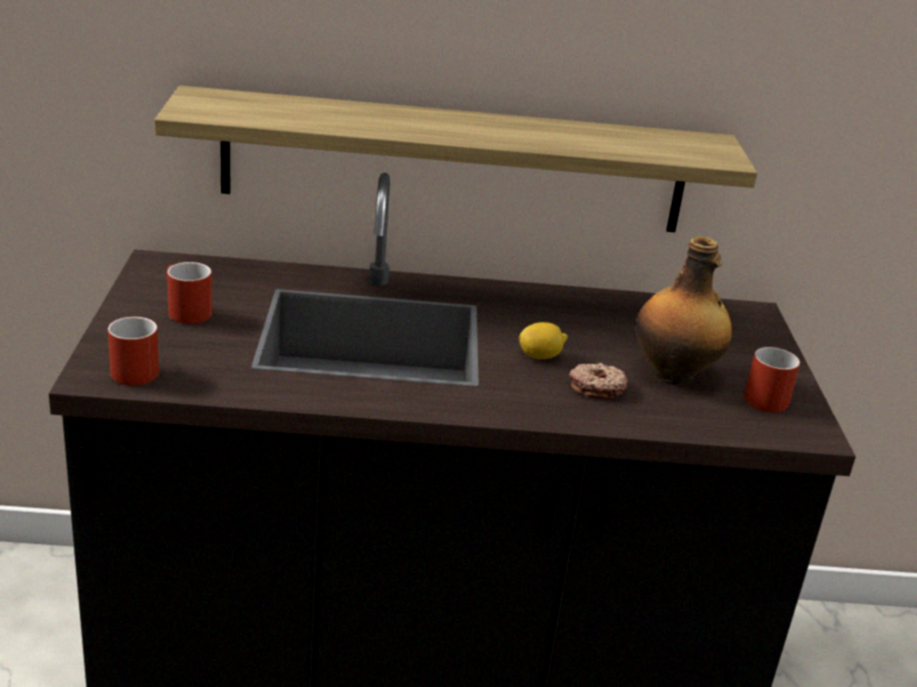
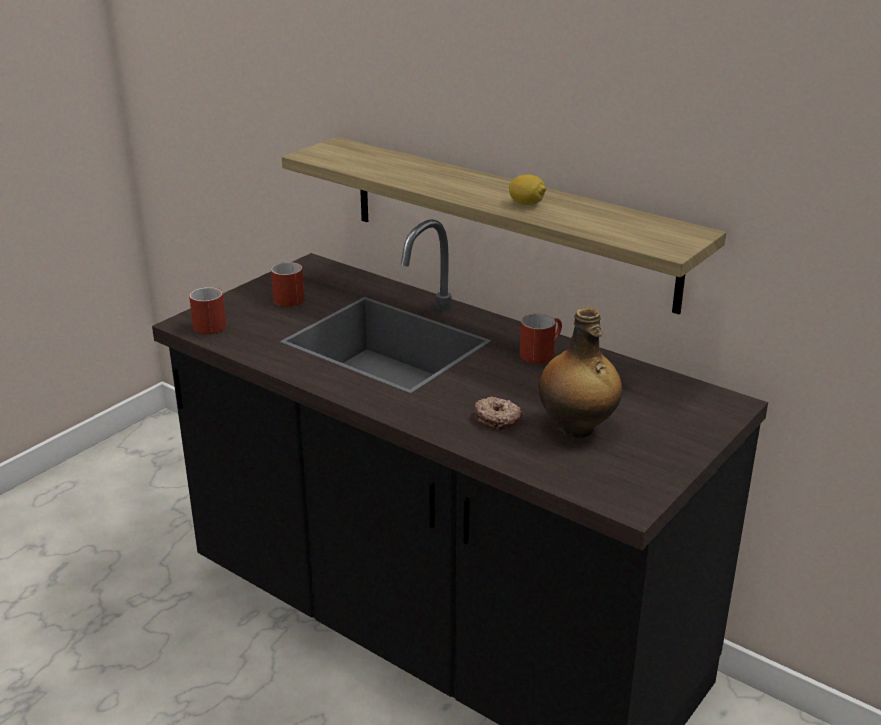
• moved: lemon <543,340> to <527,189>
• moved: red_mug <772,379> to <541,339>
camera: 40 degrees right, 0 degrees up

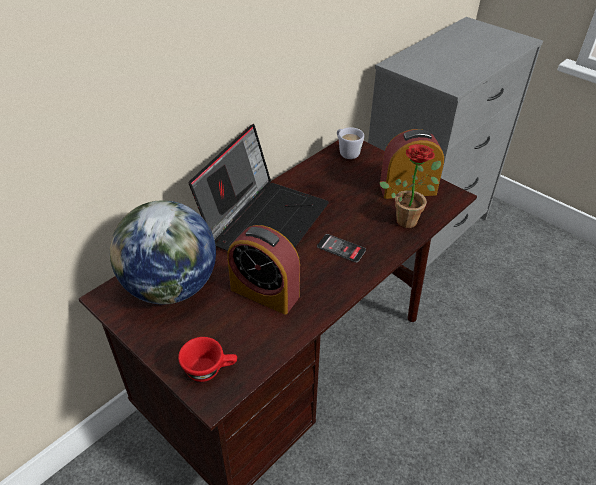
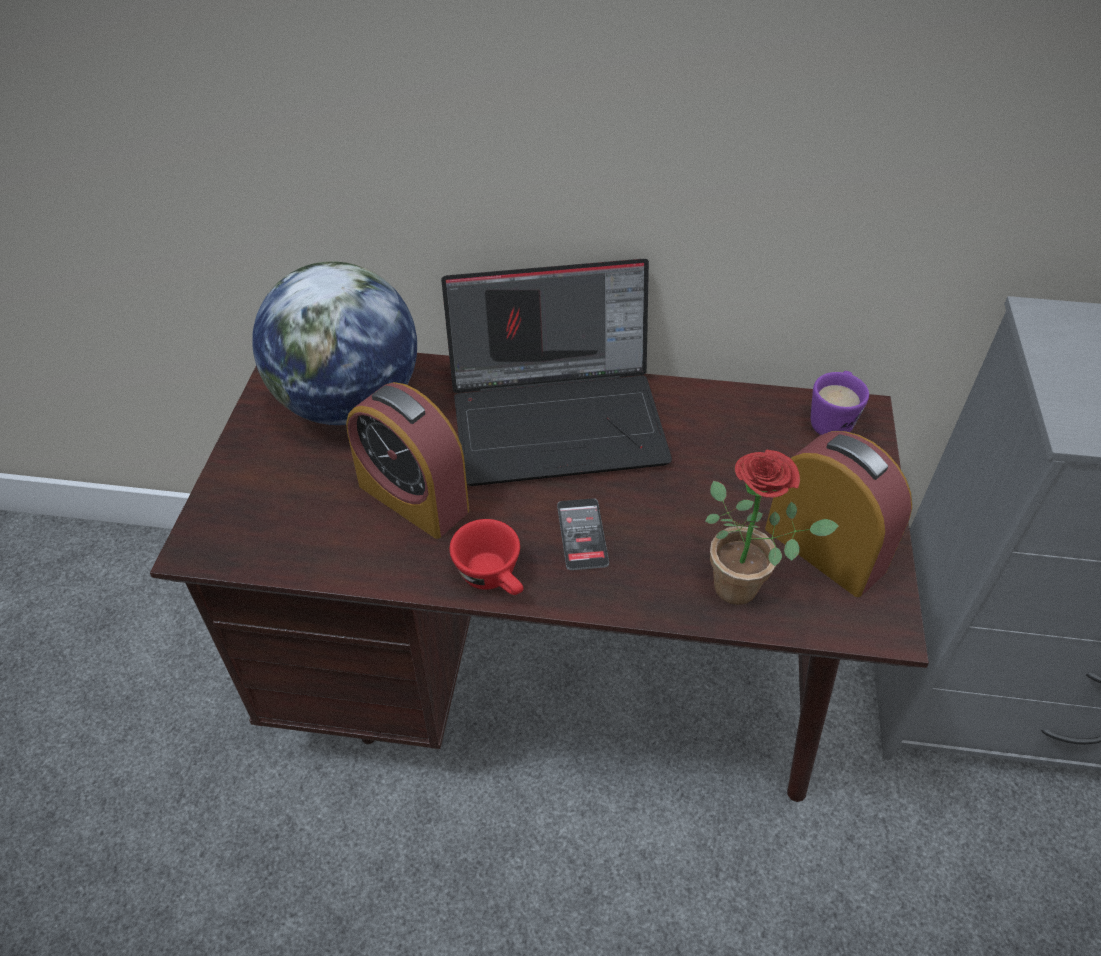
• turned: alarm_clock <263,270> = <407,460> 45 degrees counterclockwise
• moved: red_cup <207,359> to <487,557>
• recoloured: white_mug <350,143> to purple_mug <840,403>
camera: 55 degrees right, 5 degrees up

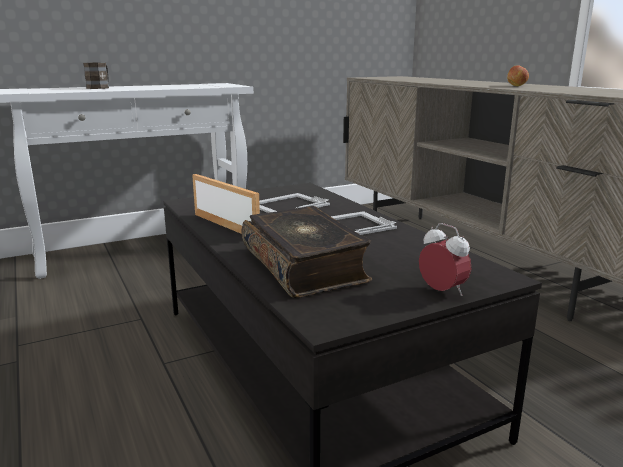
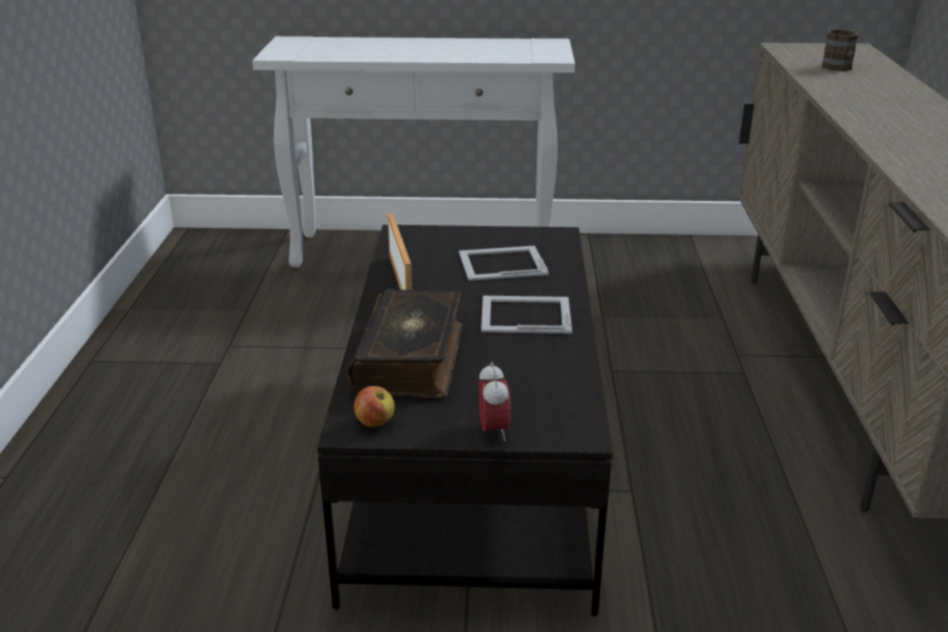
• moved: apple <518,75> to <374,406>
• moved: brown_mug <96,76> to <840,50>
camera: 30 degrees right, 10 degrees up

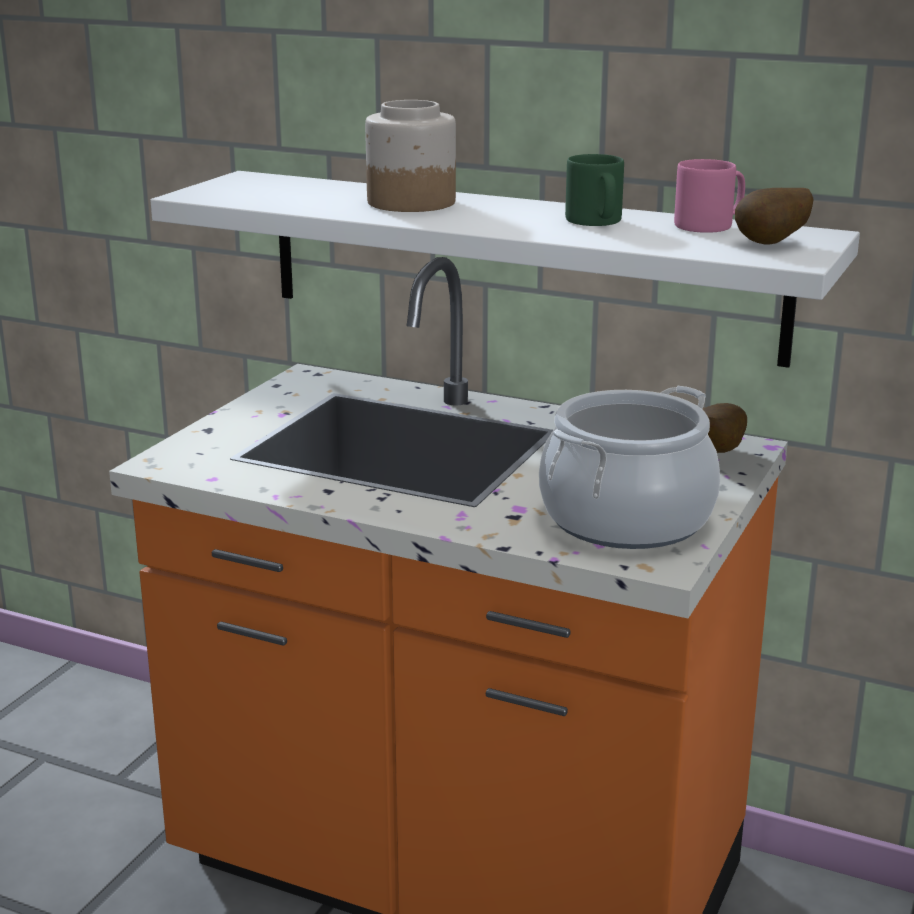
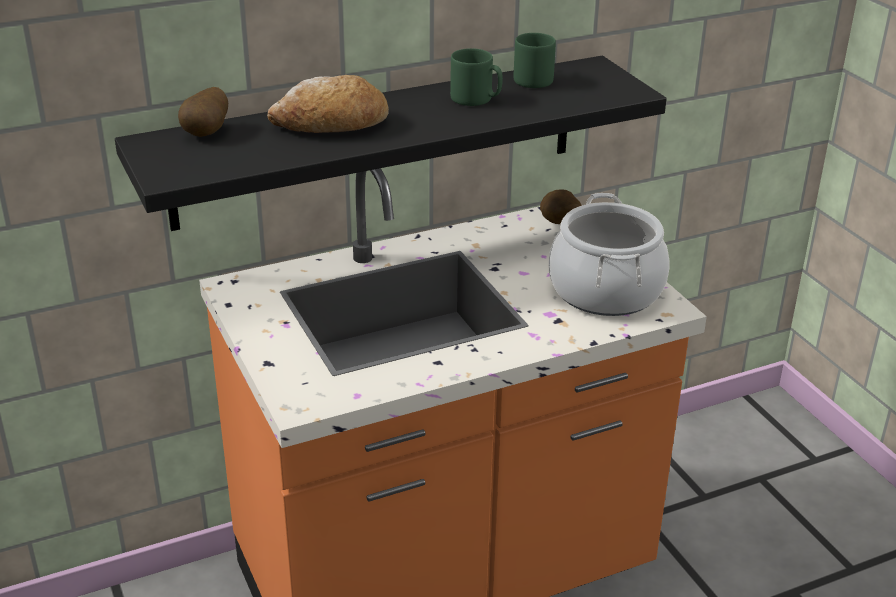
• recoloured: white_shelf <505,269> to black_shelf <391,143>
• moved: potato <774,216> to <203,112>
• replaced: jar <410,156> to bread <328,104>
• recoloured: pink_mug <709,196> to green_mug <535,60>
camera: 50 degrees left, 10 degrees up

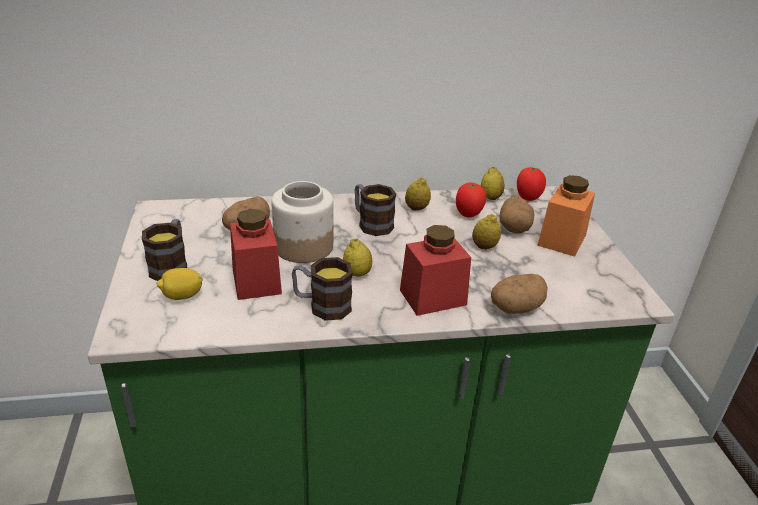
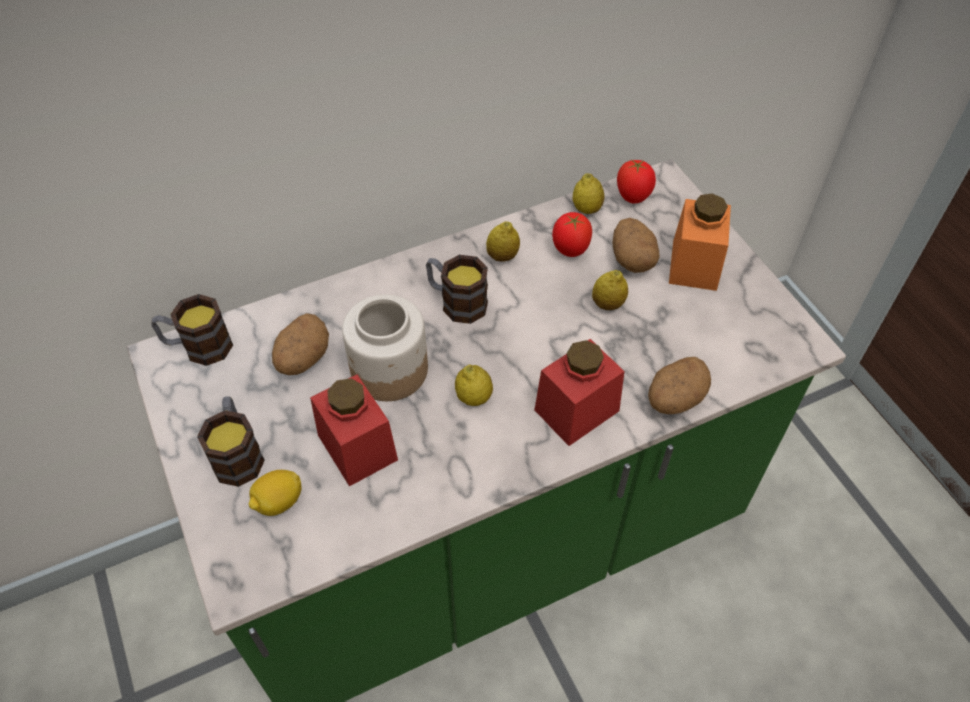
• moved: mug <322,289> to <192,330>
camera: 15 degrees left, 20 degrees up

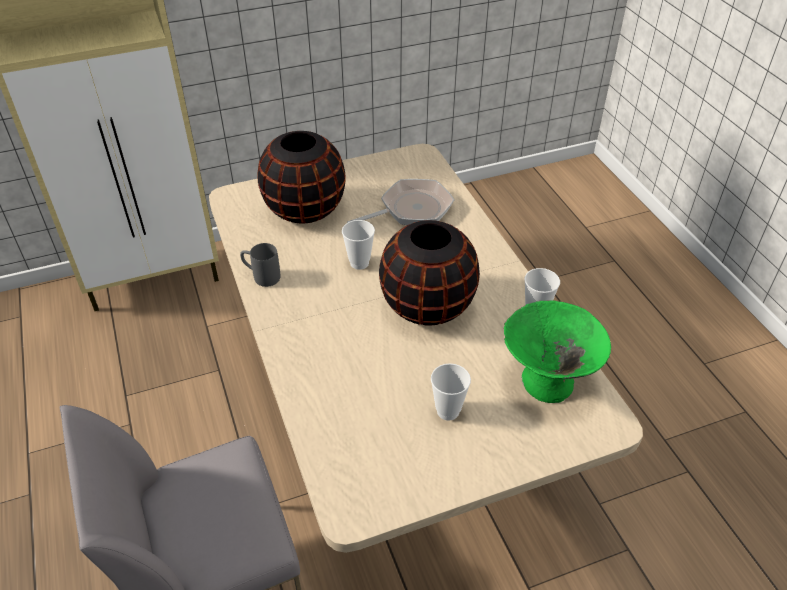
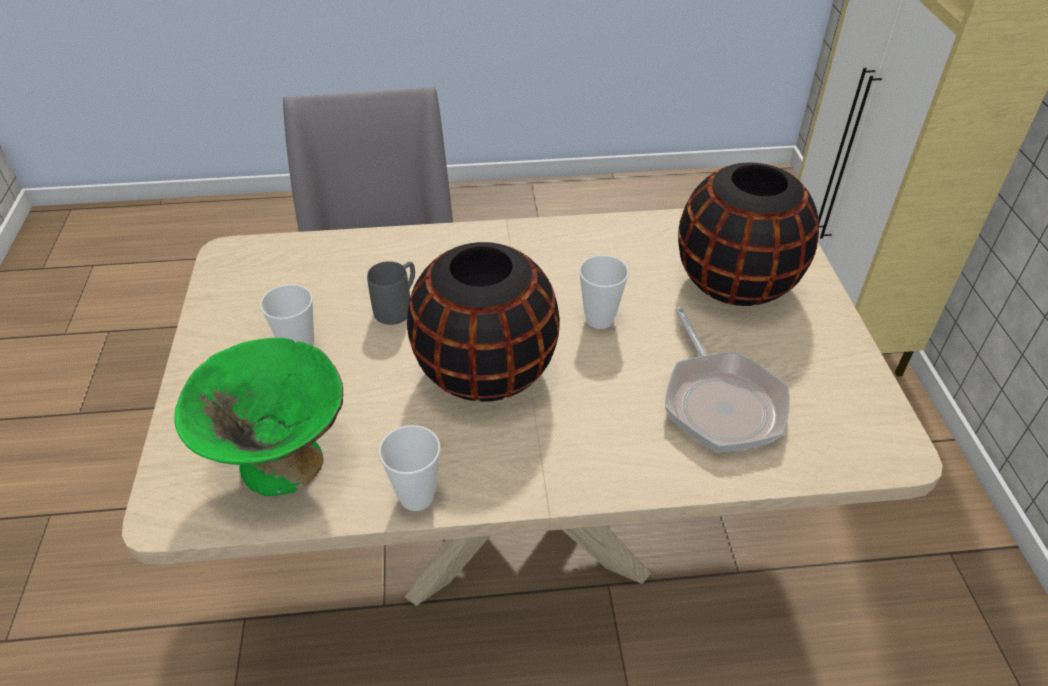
• moved: grey_mug <260,265> to <391,293>
camera: 105 degrees right, 0 degrees up

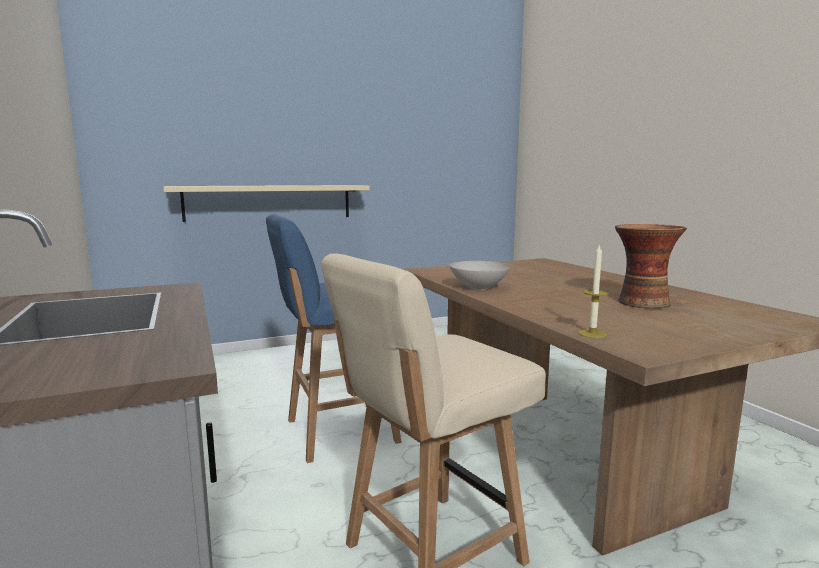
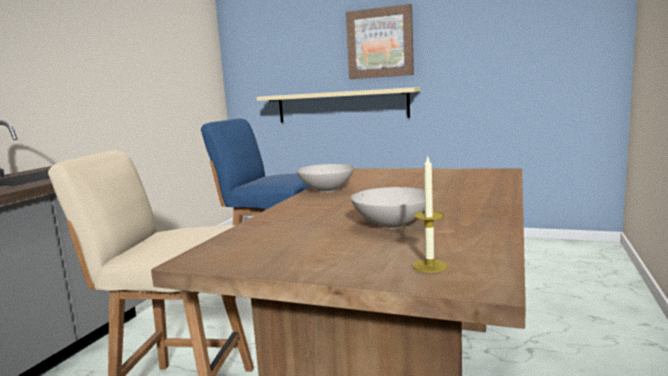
• added: picture <380,41>
• replaced: vase <651,266> to white_bowl <392,208>
• moved: candle <593,291> to <430,214>
camera: 45 degrees right, 0 degrees up

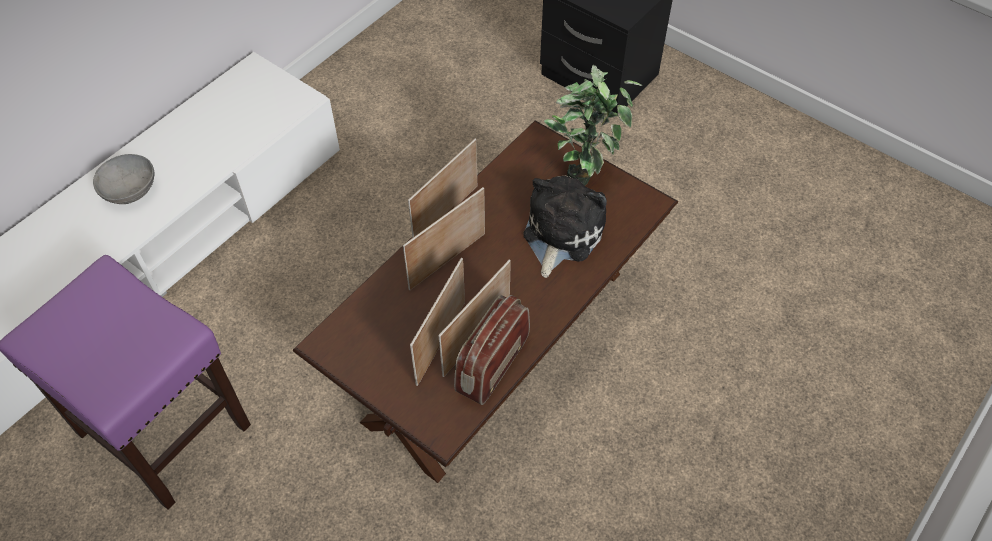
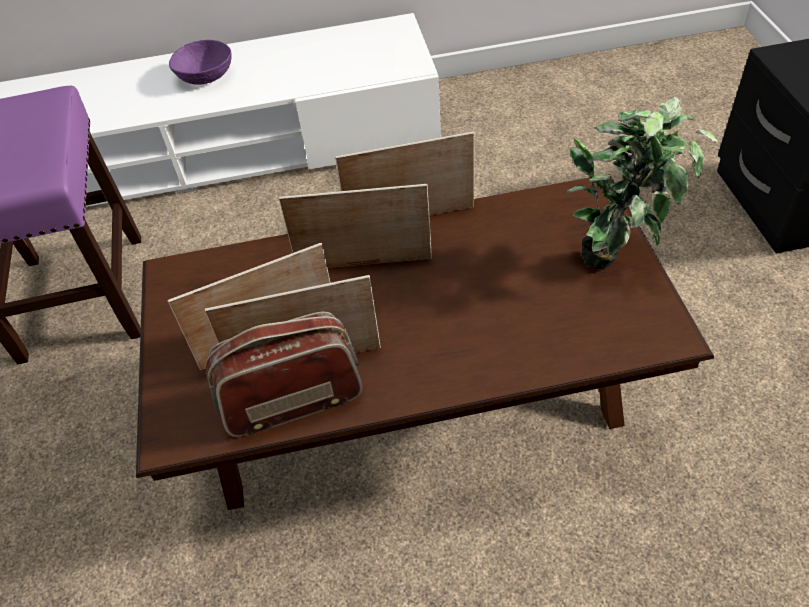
• recoloured: grey_bowl <124,179> to purple_bowl <200,62>
• removed: plush_toy <565,227>
camera: 45 degrees right, 5 degrees down

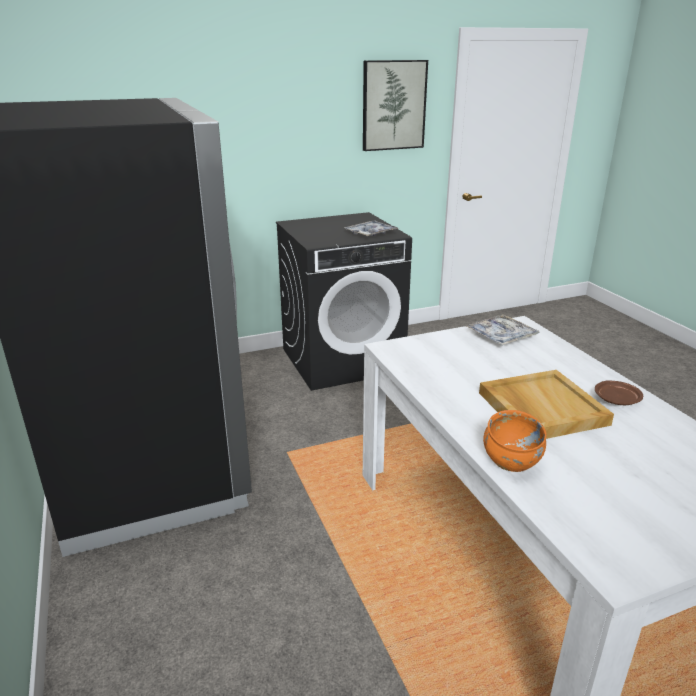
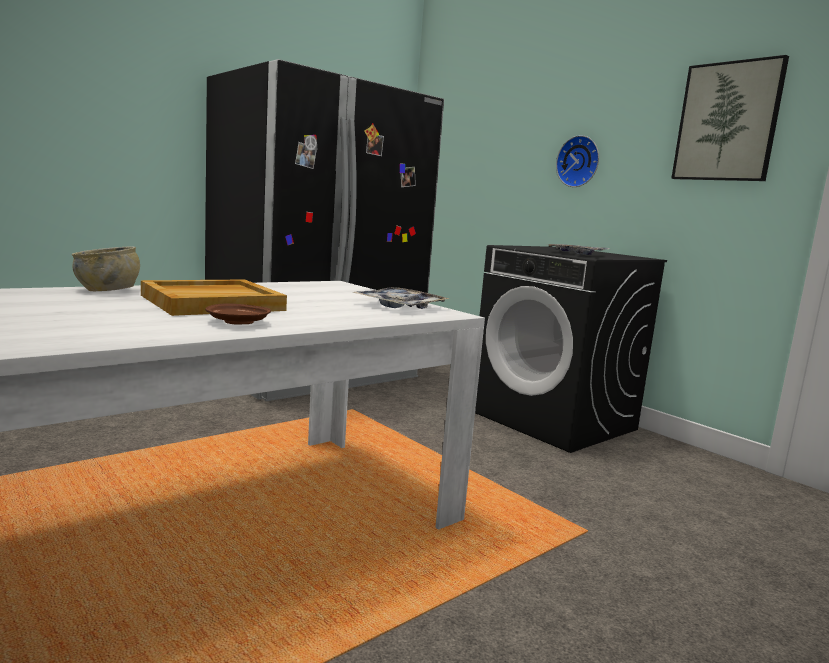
• recoloured: orange_bowl <515,441> to beige_bowl <106,268>
• added: wall_clock <577,161>
camera: 70 degrees right, 15 degrees down

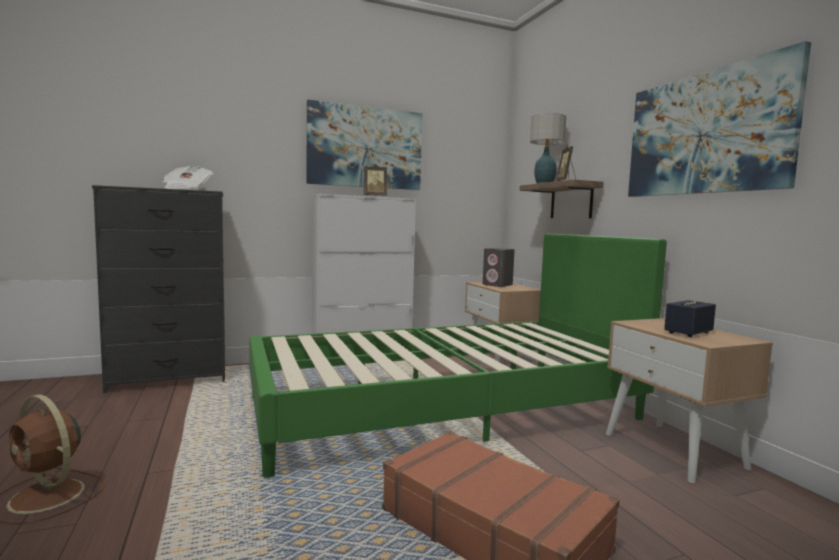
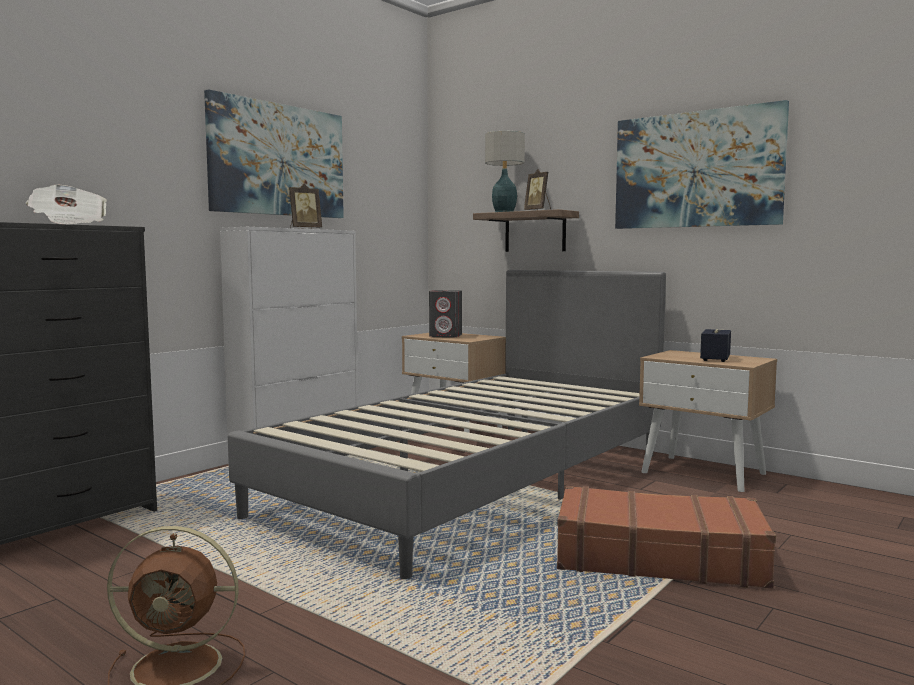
• recoloured: green_bed <458,355> to grey_bed <447,424>
camera: 30 degrees left, 0 degrees up

